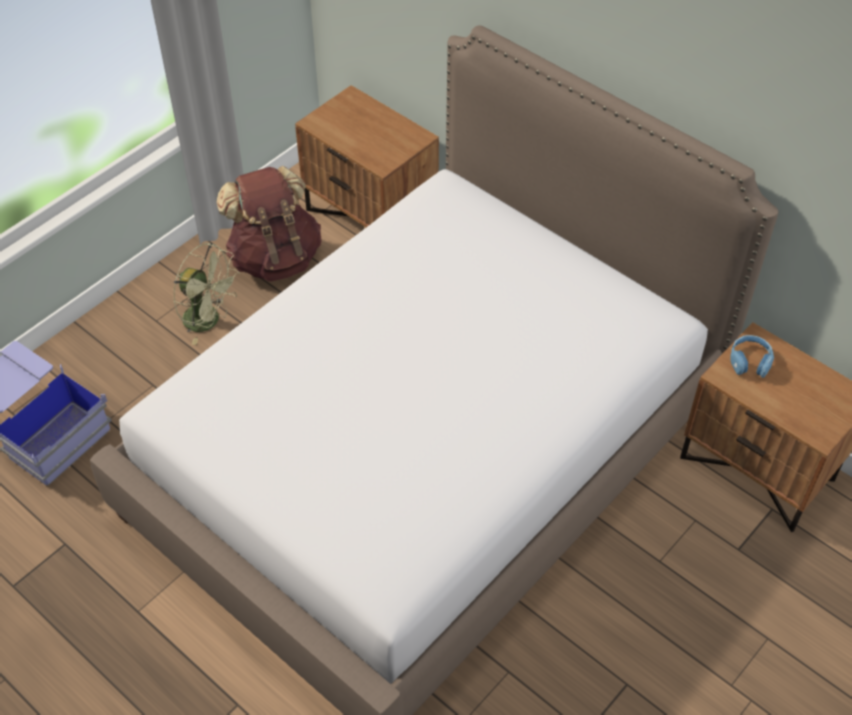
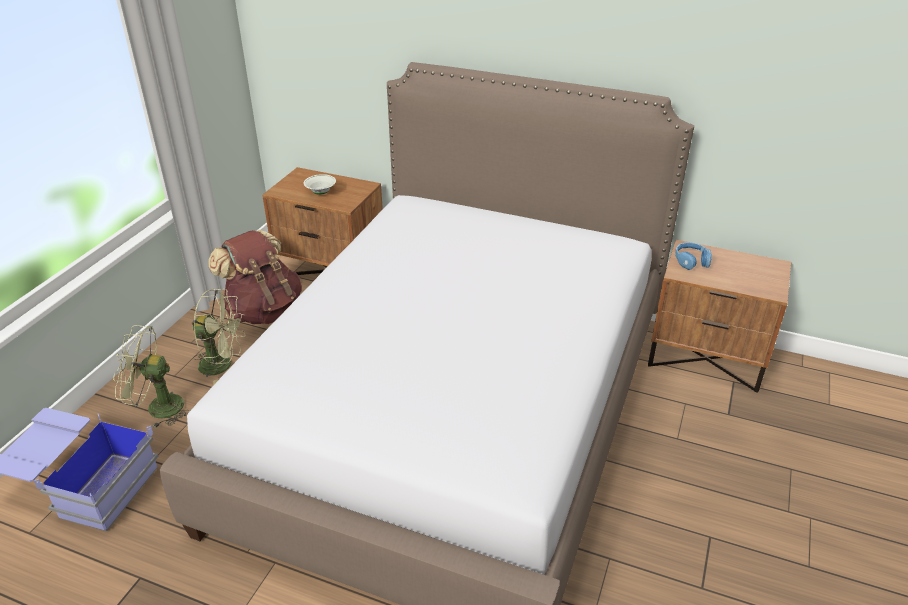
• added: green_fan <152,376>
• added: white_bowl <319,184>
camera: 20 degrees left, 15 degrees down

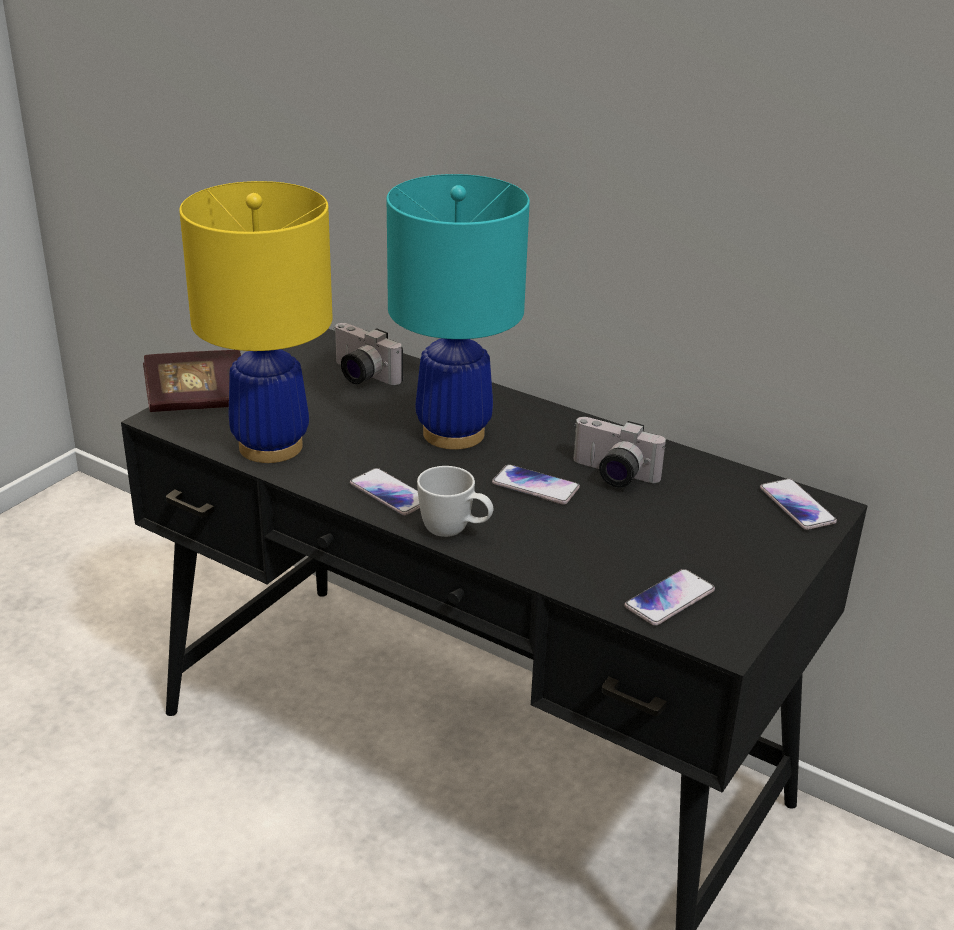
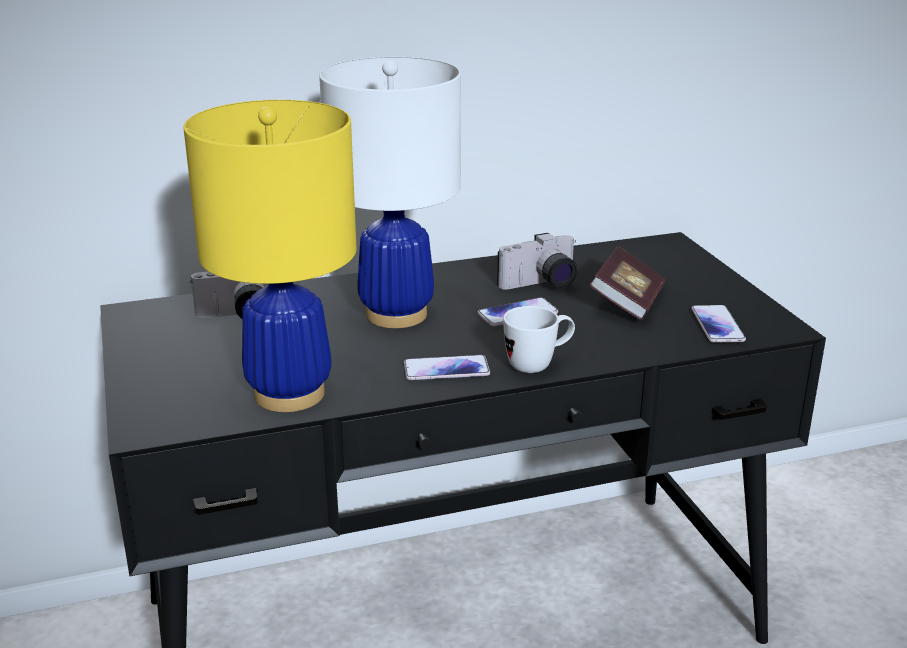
• recoloured: turquoise_table_lamp <458,312> to white_table_lamp <390,192>
• moved: book <192,381> to <627,283>
• removed: phone <798,504>
camera: 50 degrees left, 5 degrees down

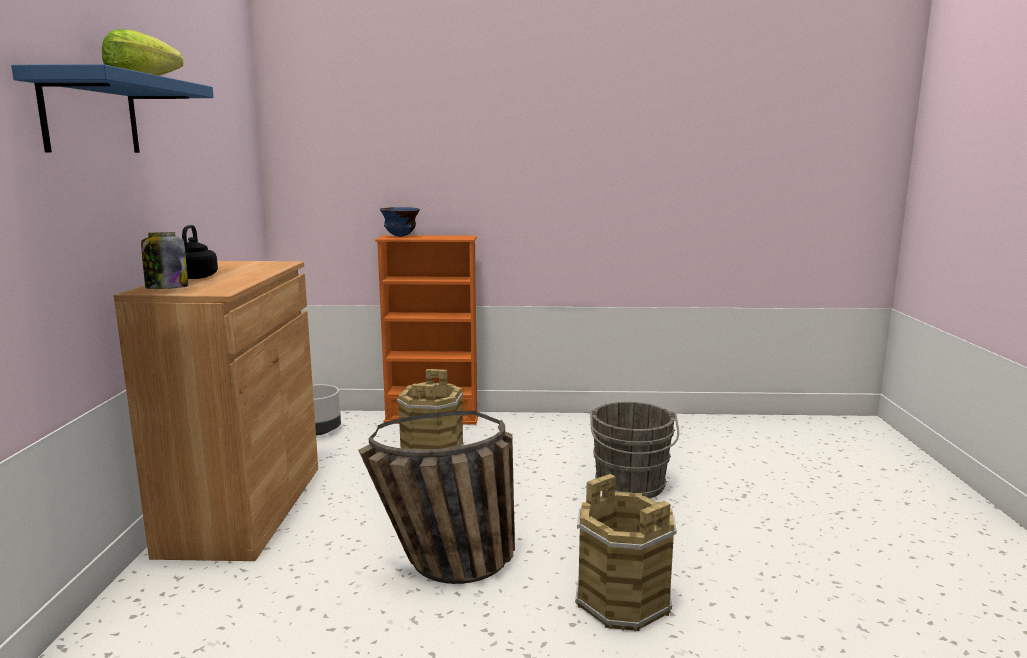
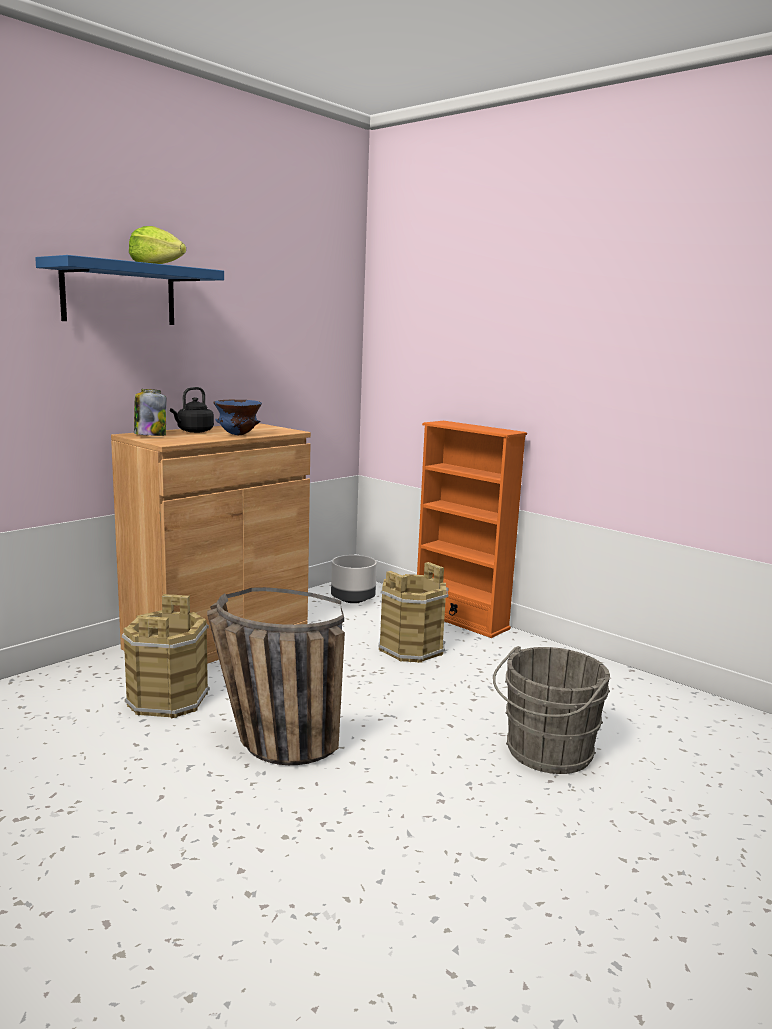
• moved: brown_bucket <626,553> to <166,656>
• moved: blue_bowl <400,222> to <237,417>
camera: 40 degrees right, 0 degrees up

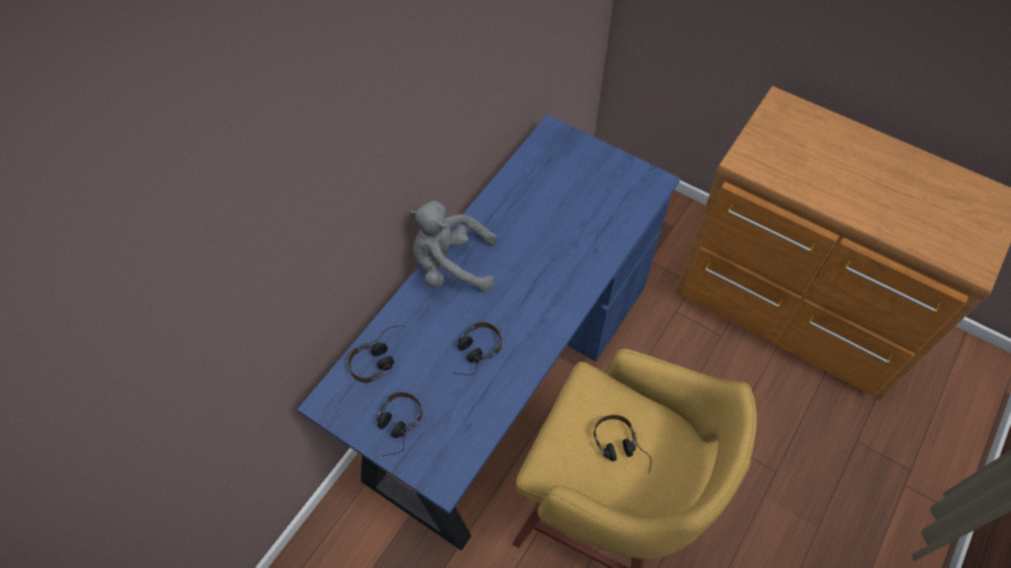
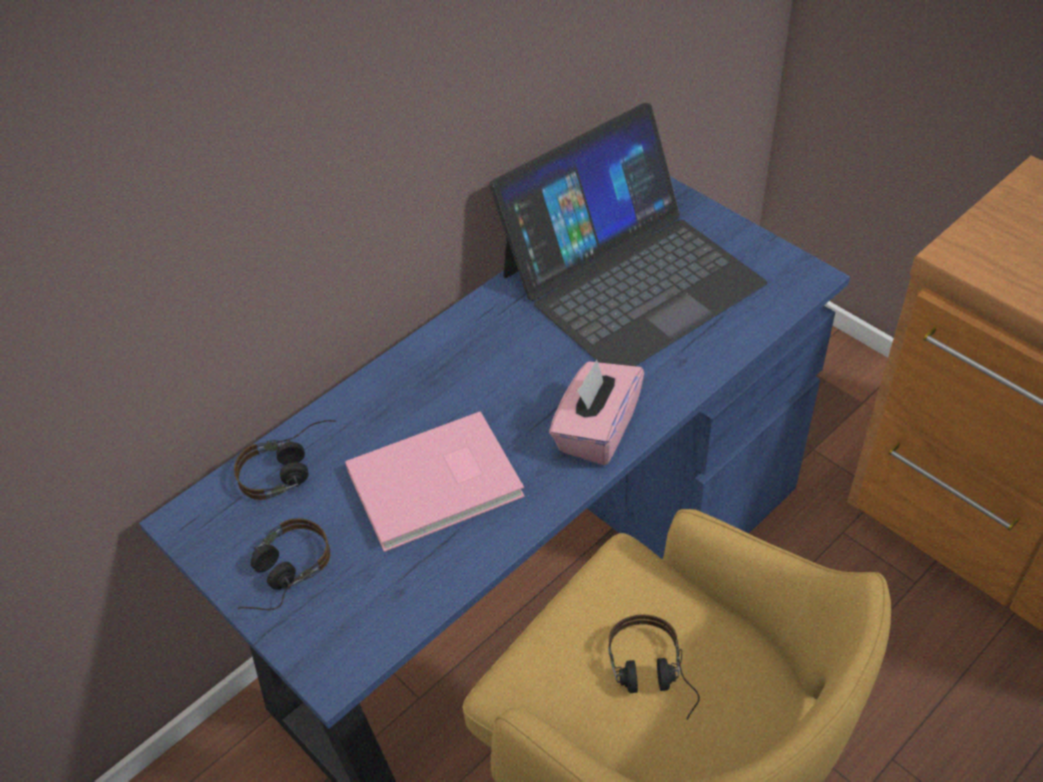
• replaced: headphones <477,348> to pink_book <435,481>
• added: laptop <628,234>
• added: pink_tissue_box <596,412>
• removed: grey_plush_toy <453,246>
camera: 15 degrees right, 10 degrees down

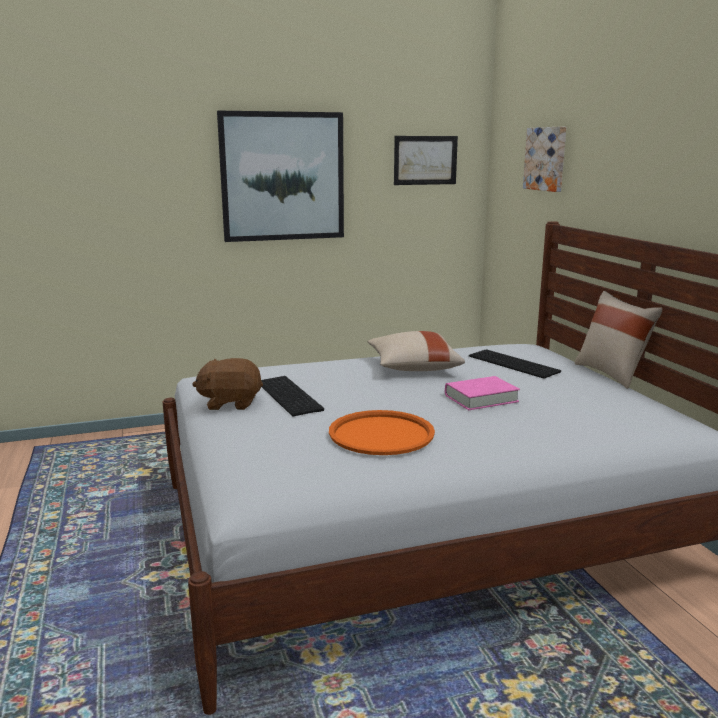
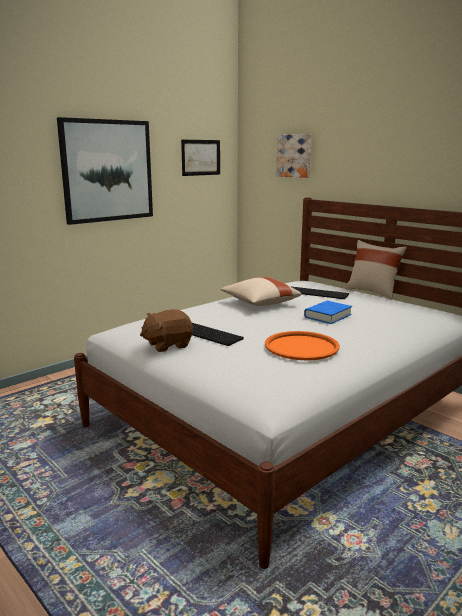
• recoloured: pink_book <482,393> to blue_book <328,312>
camera: 25 degrees left, 0 degrees up

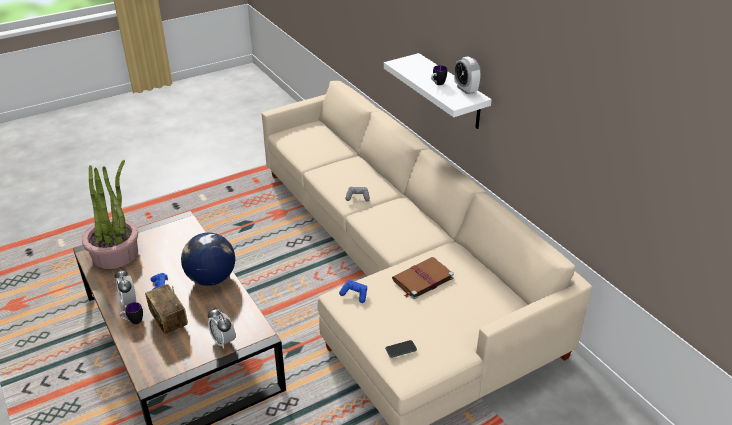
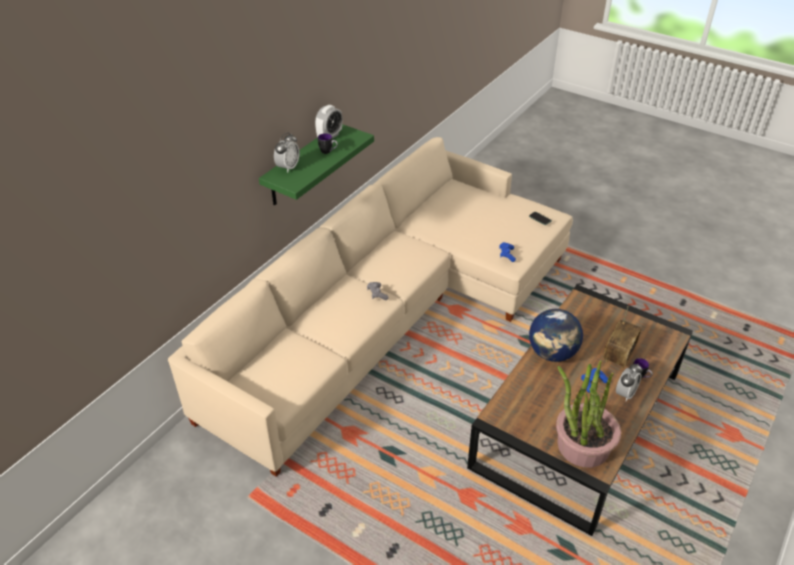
• recoloured: white_shelf <438,91> to green_shelf <316,165>
• moved: alarm_clock <221,328> to <287,152>
• removed: brown_book <423,278>
camera: 115 degrees left, 5 degrees up

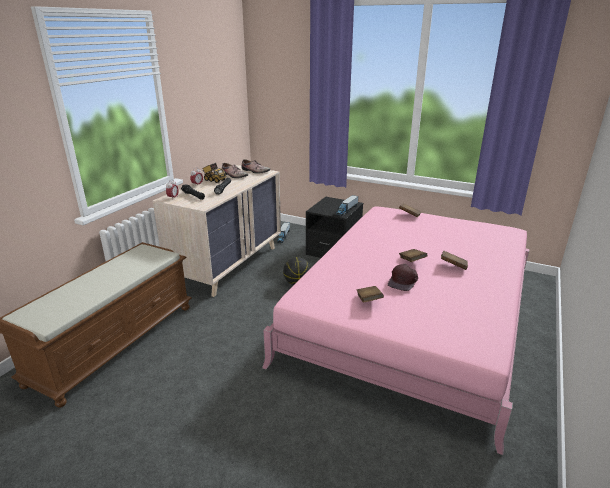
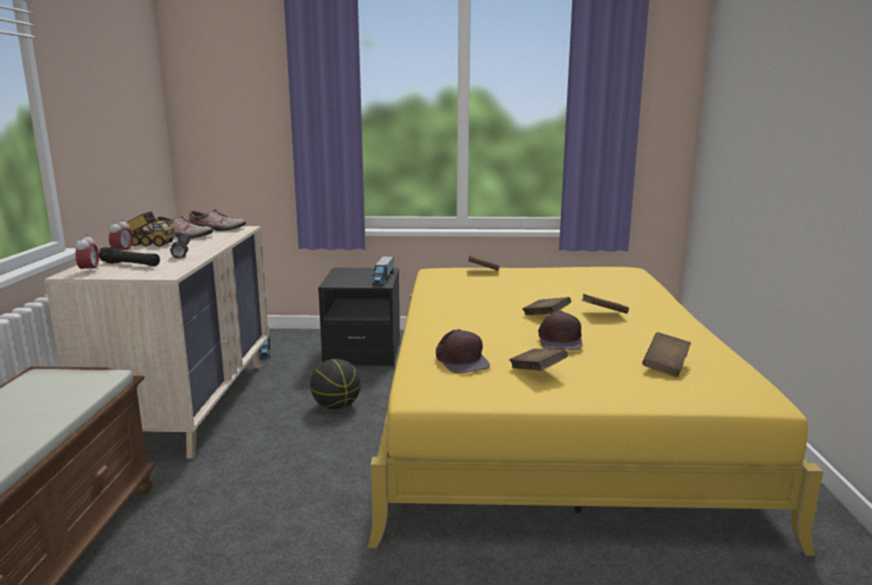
• recoloured: pink_bed <395,330> to yellow_bed <595,411>
• added: brown_cap <463,351>
• added: brown_book <666,354>
camera: 25 degrees left, 10 degrees down

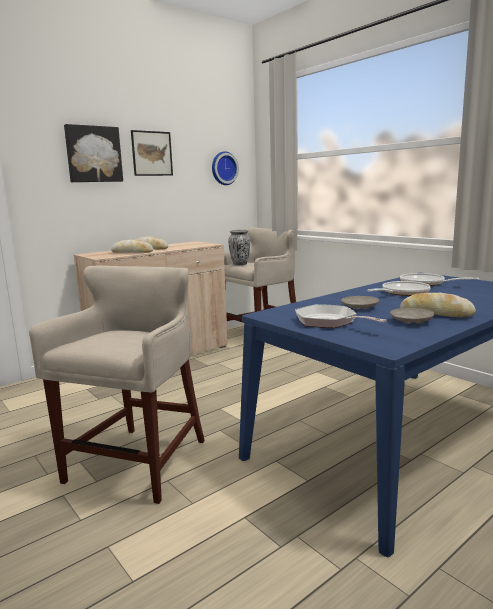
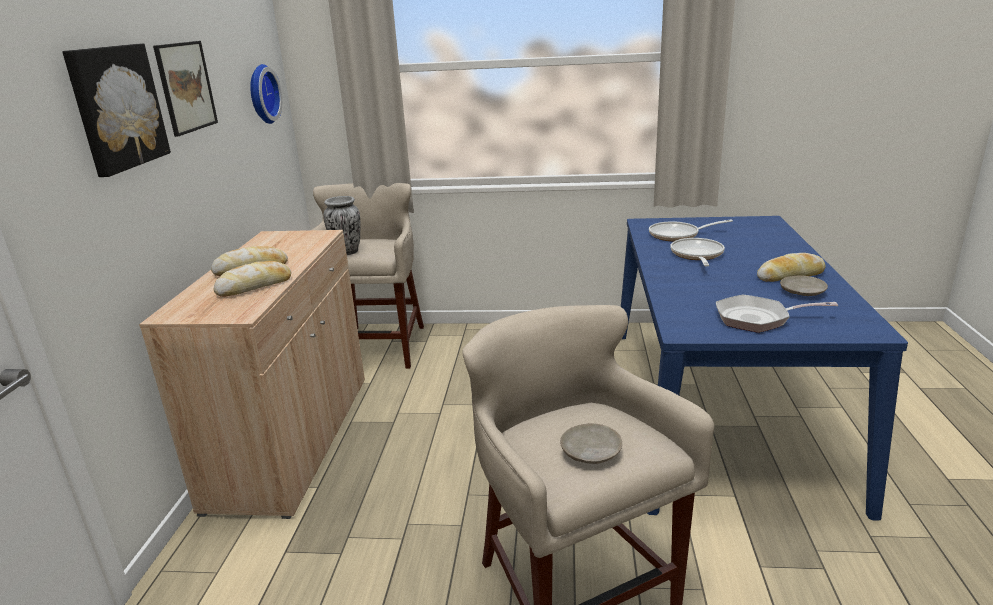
• moved: beige_plate <360,303> to <591,443>
camera: 45 degrees left, 10 degrees up

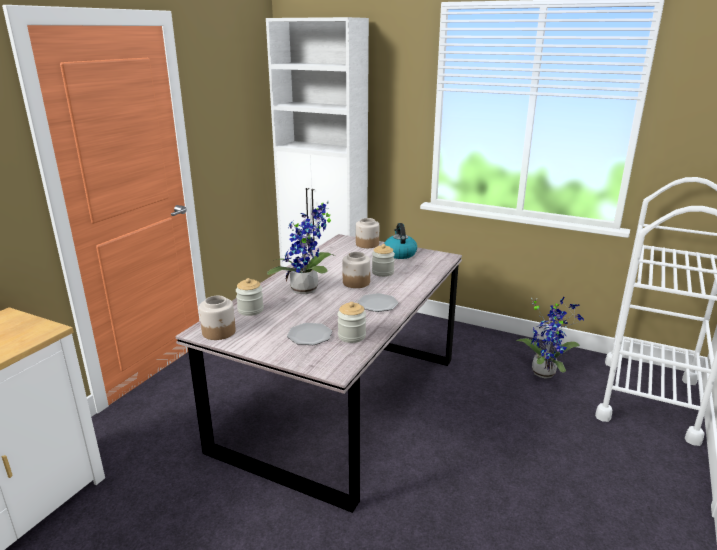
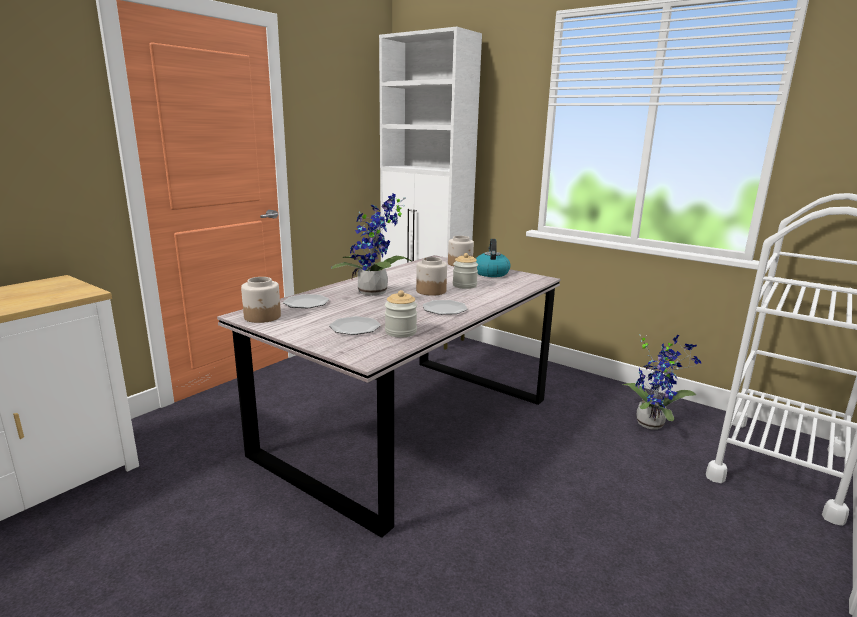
• replaced: jar <250,297> to plate <306,301>
camera: 10 degrees right, 5 degrees down

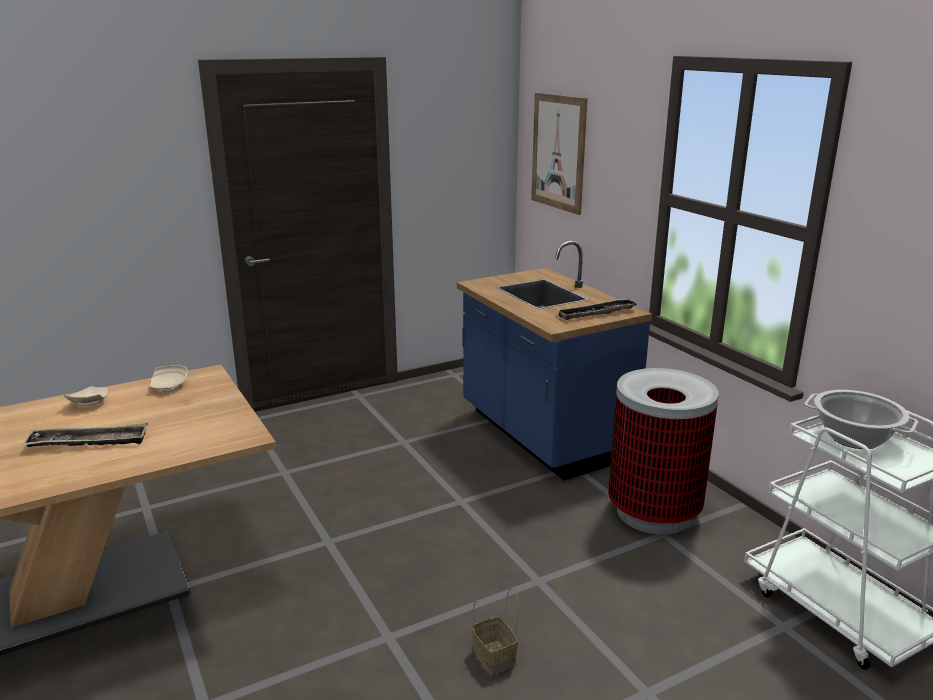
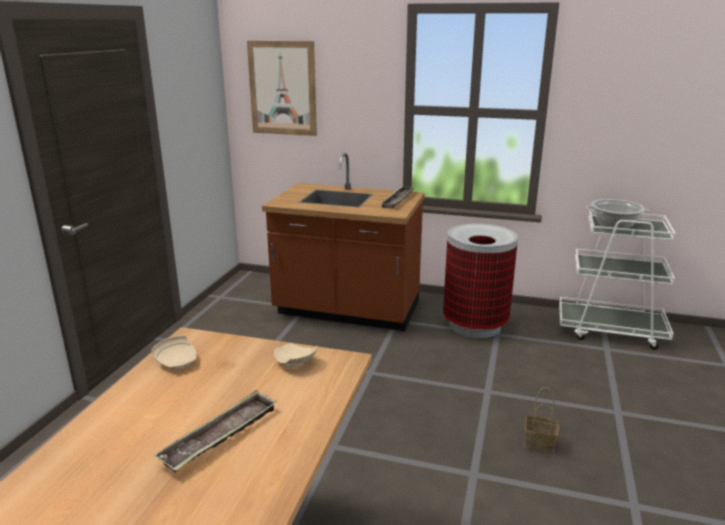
• recoloured: blue_counter <554,361> to brown_counter <343,242>
• moved: beige_plate <86,396> to <295,355>
camera: 45 degrees left, 0 degrees up

